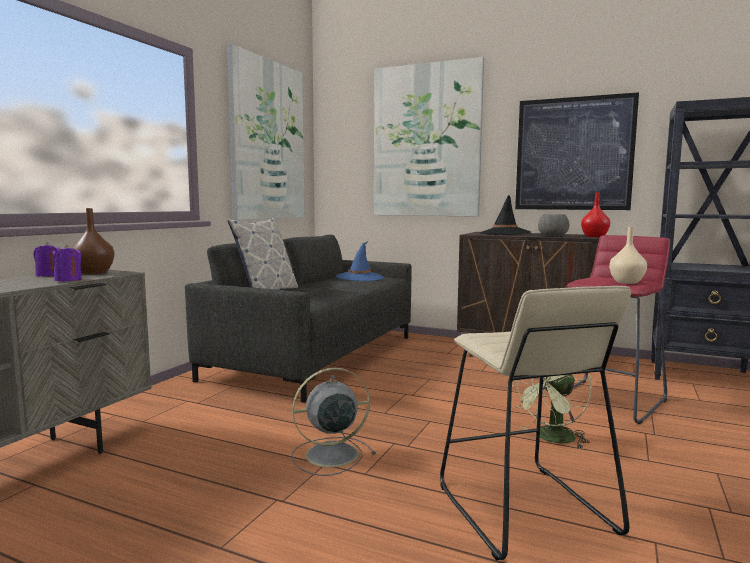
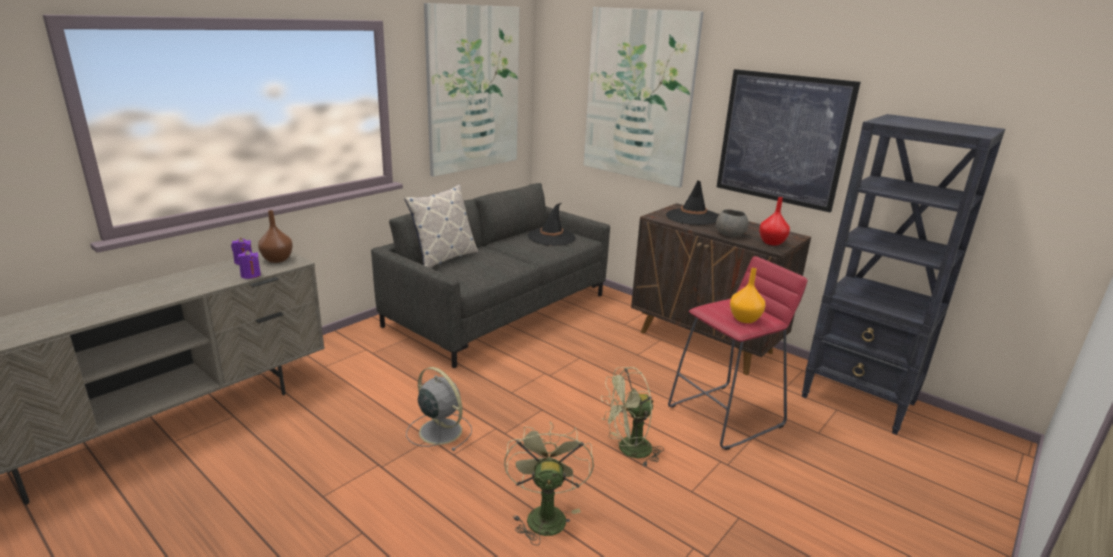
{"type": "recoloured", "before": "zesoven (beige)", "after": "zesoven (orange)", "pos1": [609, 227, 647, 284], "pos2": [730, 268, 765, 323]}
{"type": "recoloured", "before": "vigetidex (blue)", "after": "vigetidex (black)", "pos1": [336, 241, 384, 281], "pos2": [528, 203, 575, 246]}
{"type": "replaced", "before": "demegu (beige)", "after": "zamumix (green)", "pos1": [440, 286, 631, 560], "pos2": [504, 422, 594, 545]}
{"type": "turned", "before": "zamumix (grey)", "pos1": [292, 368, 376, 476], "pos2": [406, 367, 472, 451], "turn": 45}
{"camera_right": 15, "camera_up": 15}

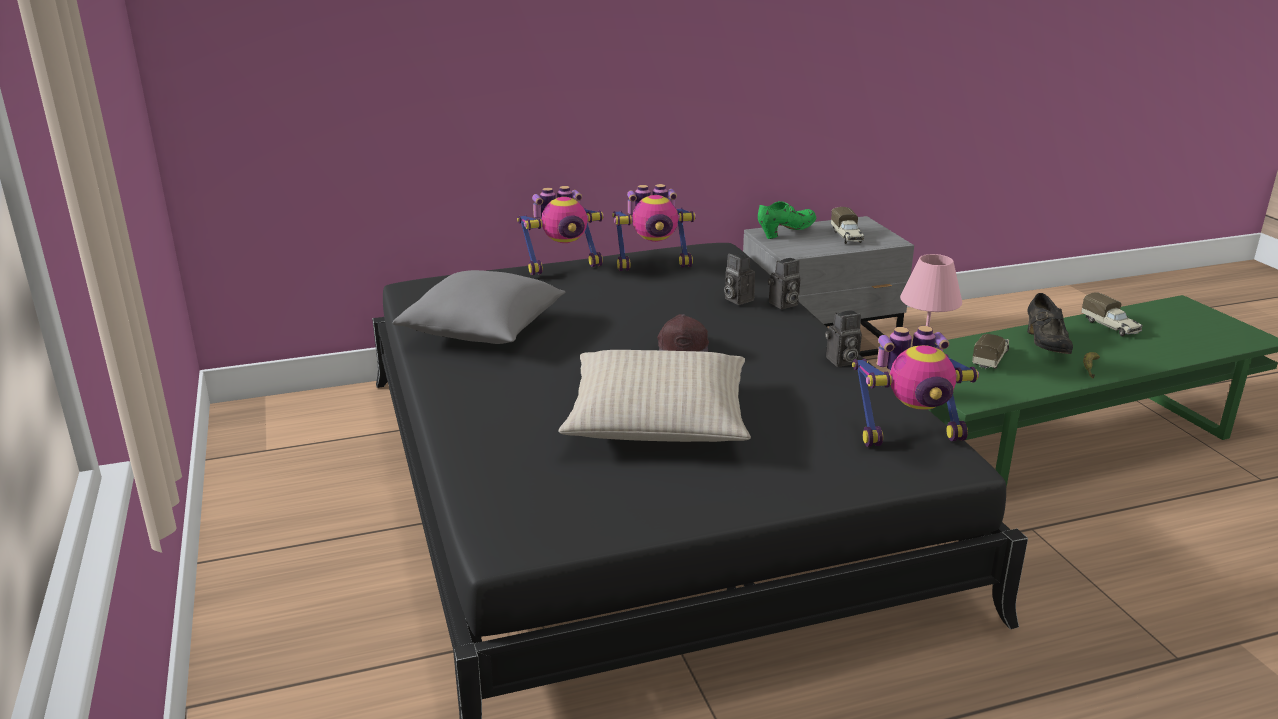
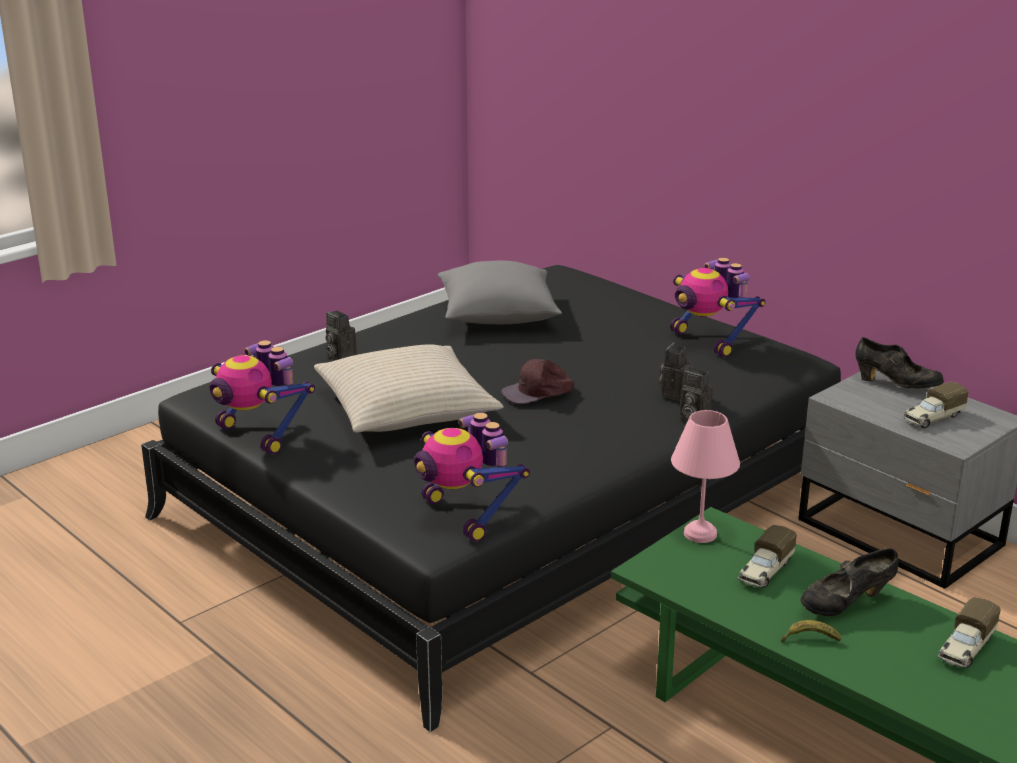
{"type": "moved", "before": "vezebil", "pos1": [517, 186, 604, 275], "pos2": [210, 340, 315, 455]}
{"type": "recoloured", "before": "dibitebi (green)", "after": "dibitebi (black)", "pos1": [758, 201, 816, 239], "pos2": [855, 337, 944, 389]}
{"type": "moved", "before": "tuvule", "pos1": [825, 310, 862, 367], "pos2": [326, 311, 357, 360]}
{"type": "turned", "before": "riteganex", "pos1": [972, 334, 1009, 369], "pos2": [738, 525, 797, 588], "turn": 120}
{"camera_right": 65, "camera_up": 0}

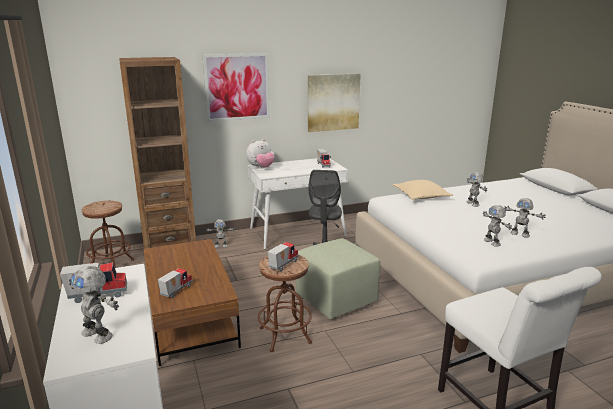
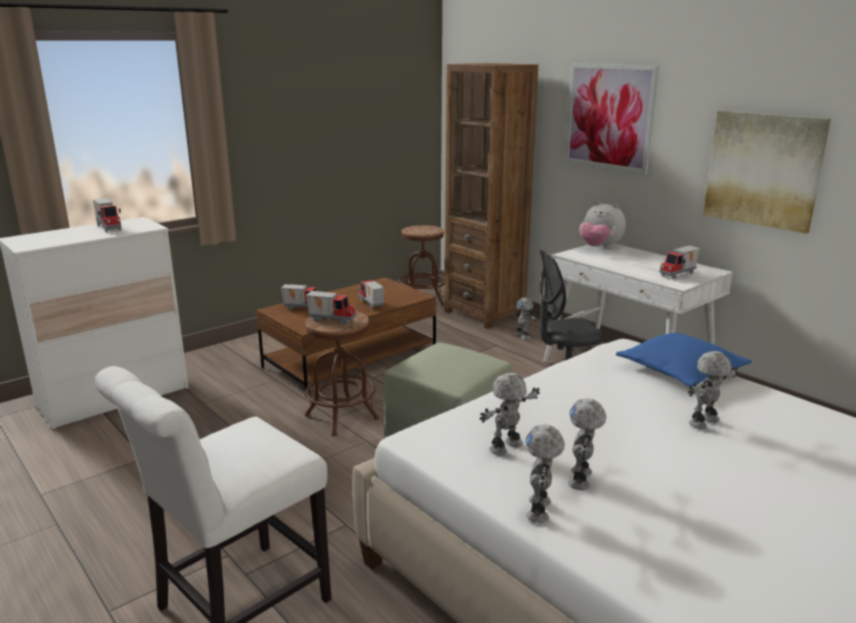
{"type": "recoloured", "before": "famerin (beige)", "after": "famerin (blue)", "pos1": [393, 180, 453, 200], "pos2": [616, 332, 752, 387]}
{"type": "moved", "before": "vezebil", "pos1": [69, 266, 119, 344], "pos2": [526, 424, 565, 523]}
{"type": "added", "after": "riteganex", "pos2": [359, 280, 384, 309]}
{"camera_right": 70, "camera_up": 0}

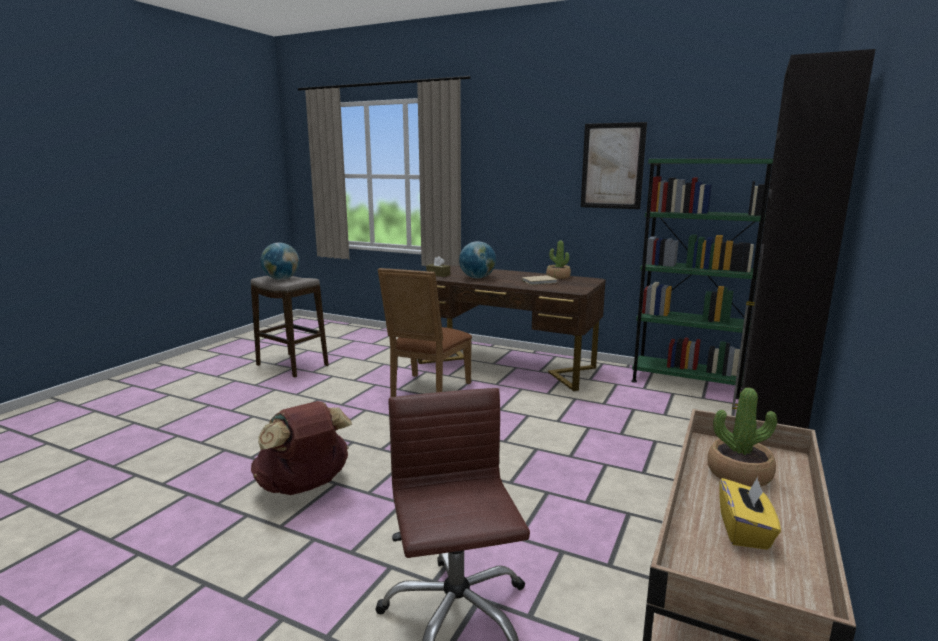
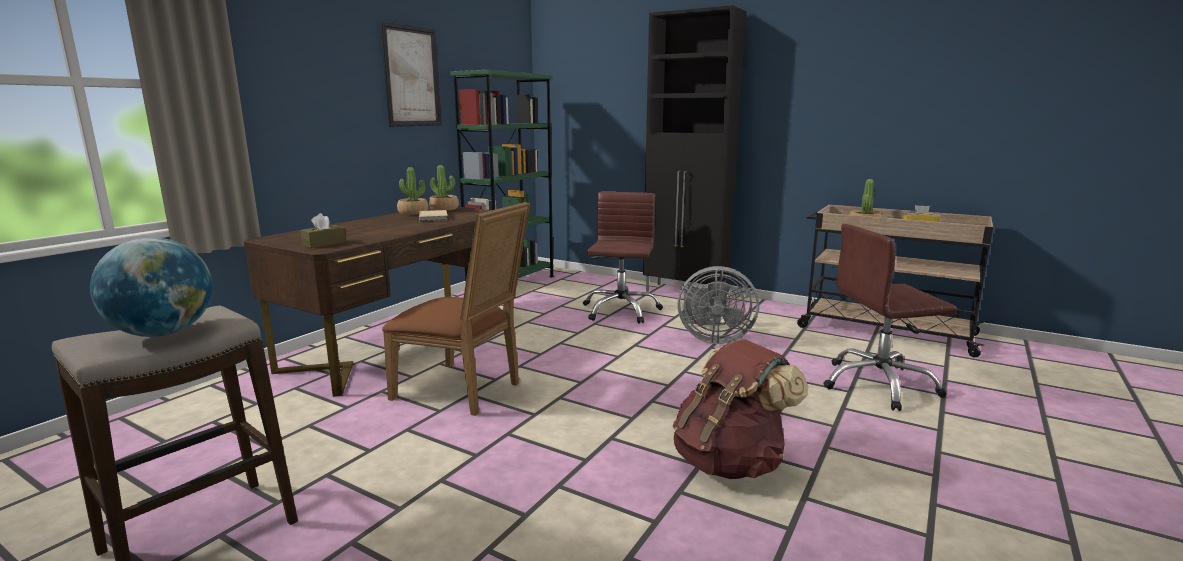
{"type": "removed", "before": "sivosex", "pos1": [459, 241, 496, 278]}
{"type": "added", "after": "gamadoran", "pos2": [429, 165, 459, 211]}
{"type": "added", "after": "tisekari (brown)", "pos2": [583, 192, 663, 324]}
{"type": "added", "after": "zamumix (grey)", "pos2": [678, 266, 759, 344]}
{"camera_right": -85, "camera_up": 0}

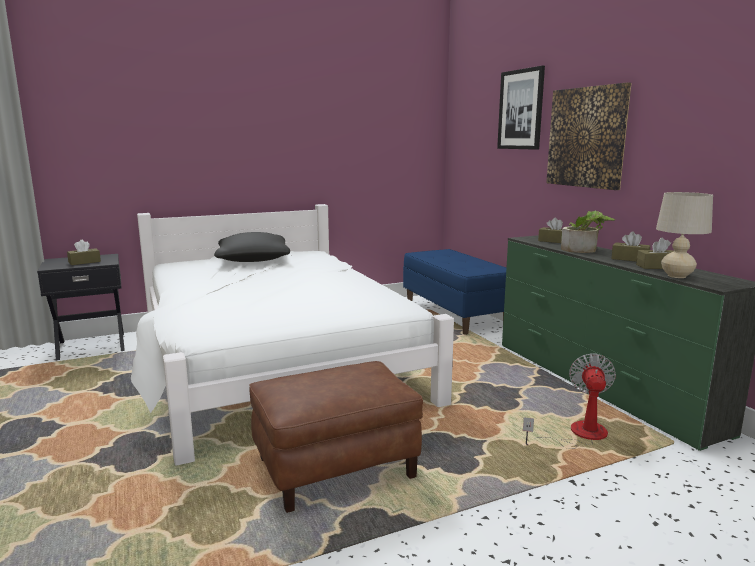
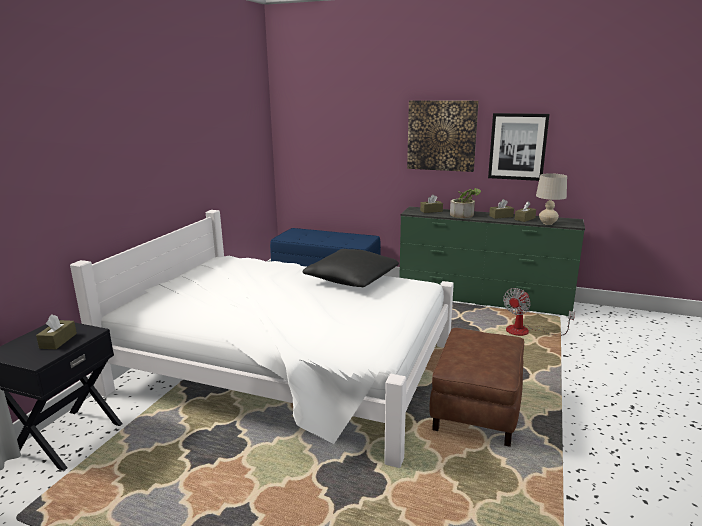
{"type": "moved", "before": "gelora", "pos1": [497, 66, 545, 150], "pos2": [488, 113, 550, 181]}
{"type": "moved", "before": "famerin (black)", "pos1": [214, 232, 290, 262], "pos2": [303, 249, 399, 287]}
{"type": "turned", "before": "zamumix", "pos1": [523, 353, 616, 449], "pos2": [503, 288, 575, 336], "turn": -105}
{"camera_right": -45, "camera_up": 5}

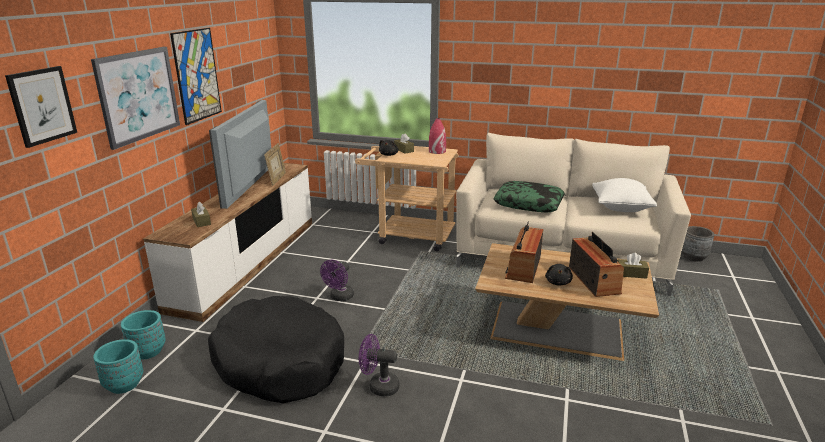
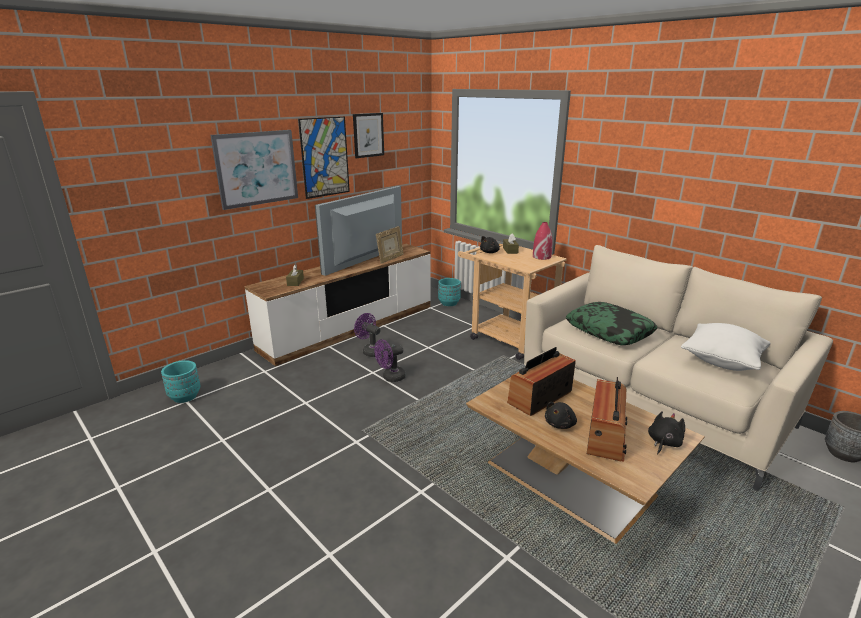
{"type": "moved", "before": "gelora", "pos1": [5, 66, 77, 148], "pos2": [353, 113, 384, 158]}
{"type": "replaced", "before": "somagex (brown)", "after": "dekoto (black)", "pos1": [618, 253, 649, 279], "pos2": [648, 411, 685, 454]}
{"type": "removed", "before": "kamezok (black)", "pos1": [208, 296, 344, 404]}
{"type": "moved", "before": "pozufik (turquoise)", "pos1": [121, 310, 166, 359], "pos2": [438, 278, 461, 306]}
{"type": "moved", "before": "zamumix (purple)", "pos1": [359, 334, 400, 396], "pos2": [354, 313, 381, 357]}
{"camera_right": 30, "camera_up": 0}

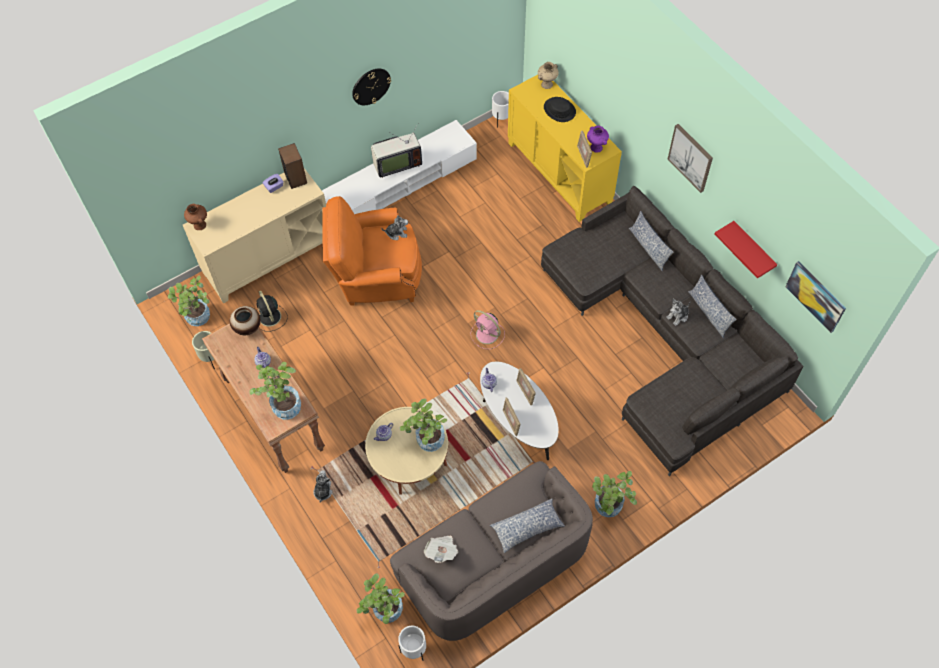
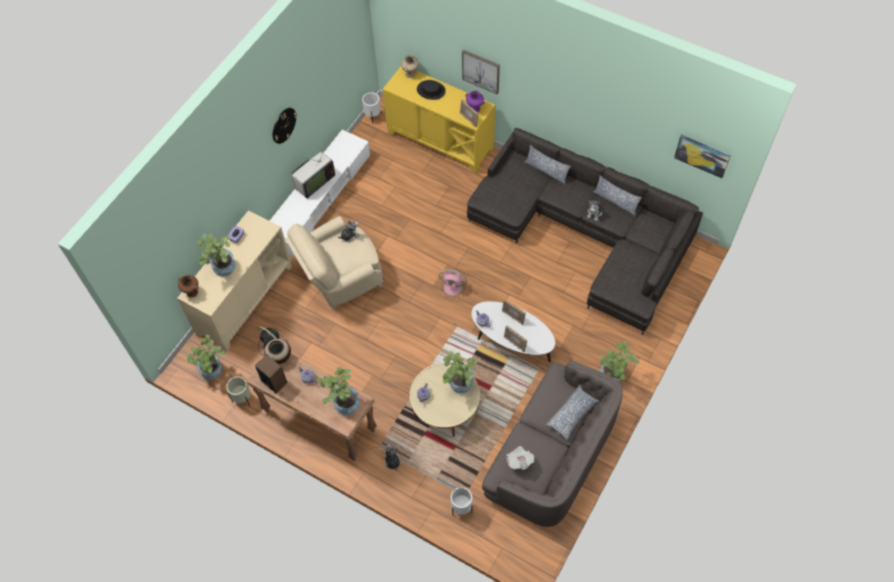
{"type": "moved", "before": "gelora", "pos1": [668, 124, 713, 193], "pos2": [462, 50, 500, 94]}
{"type": "moved", "before": "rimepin", "pos1": [278, 143, 307, 189], "pos2": [255, 354, 288, 393]}
{"type": "recoloured", "before": "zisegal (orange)", "after": "zisegal (beige)", "pos1": [322, 196, 422, 306], "pos2": [285, 216, 384, 310]}
{"type": "removed", "before": "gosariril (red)", "pos1": [714, 221, 777, 279]}
{"type": "moved", "before": "gamadoran", "pos1": [356, 573, 405, 624], "pos2": [197, 233, 236, 277]}
{"type": "moved", "before": "pozufik (white)", "pos1": [398, 626, 426, 661], "pos2": [451, 487, 472, 515]}
{"camera_right": -25, "camera_up": 0}

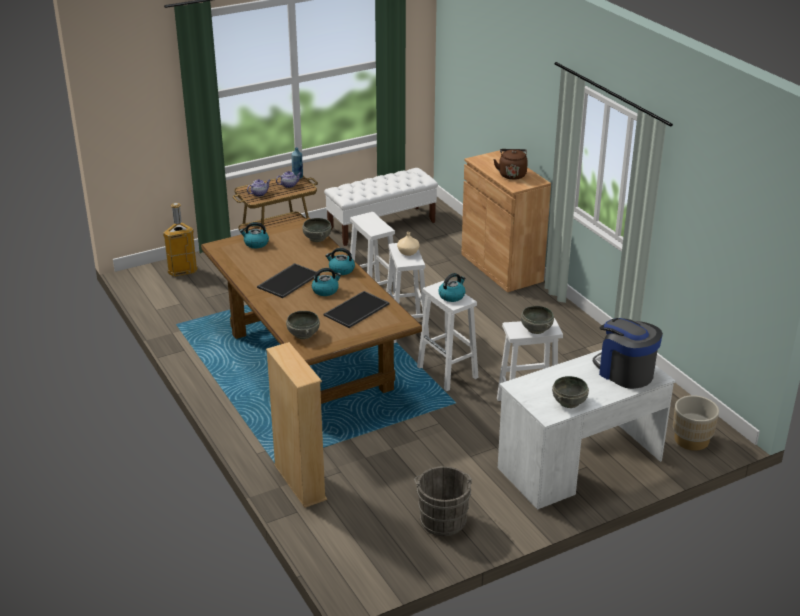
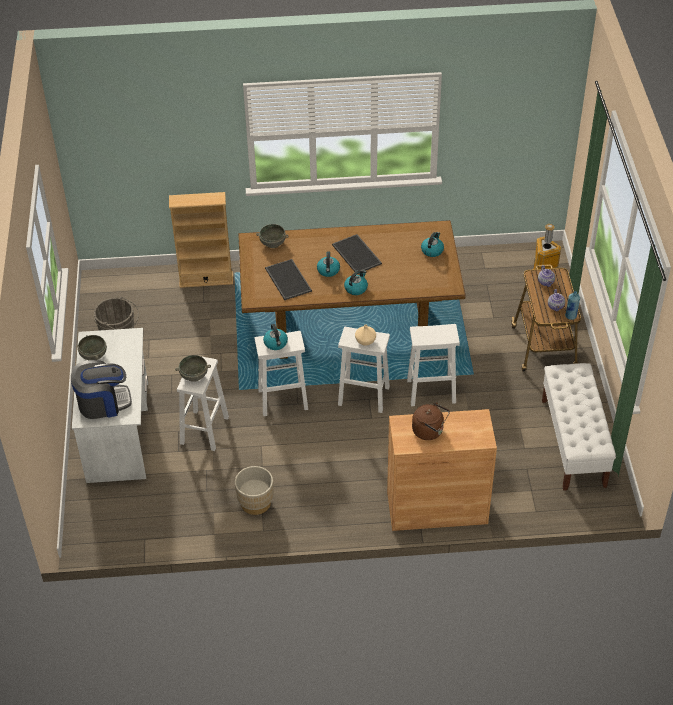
{"type": "removed", "before": "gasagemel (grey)", "pos1": [302, 218, 332, 242]}
{"type": "moved", "before": "pozufik (beige)", "pos1": [673, 395, 719, 451], "pos2": [235, 466, 273, 515]}
{"camera_right": 115, "camera_up": 15}

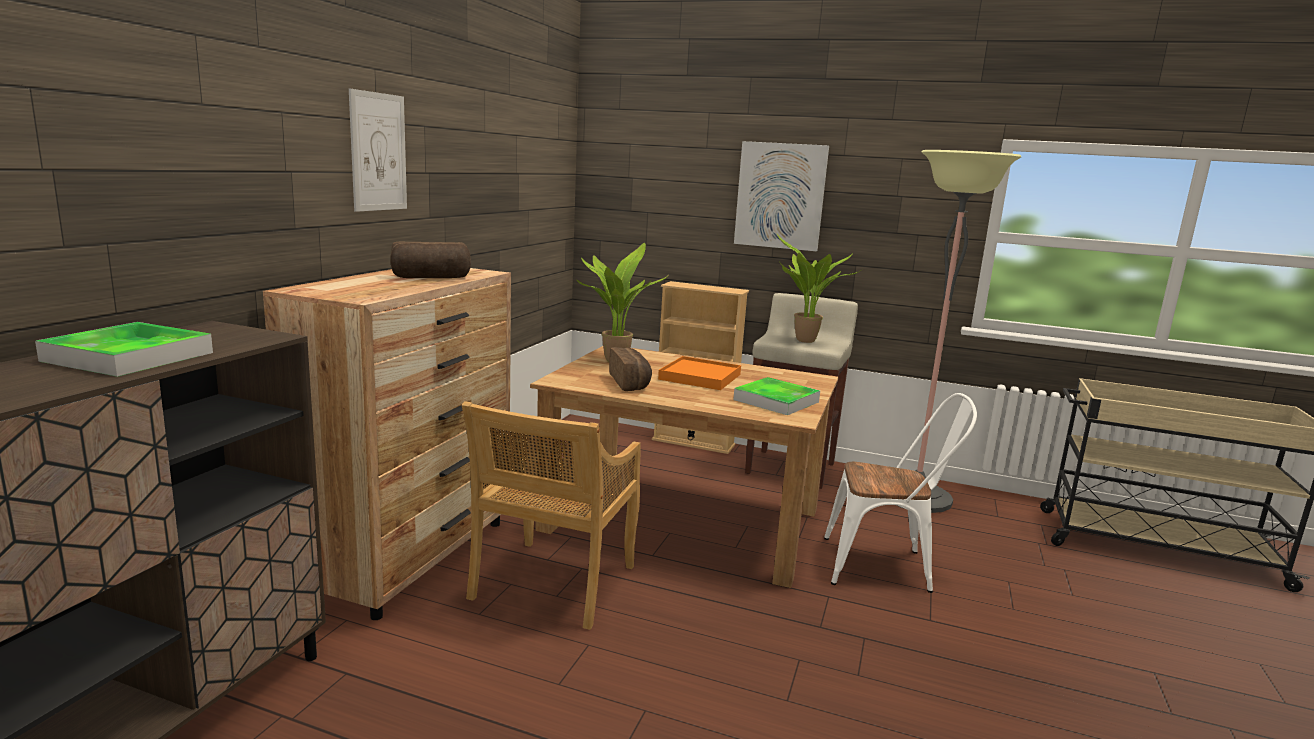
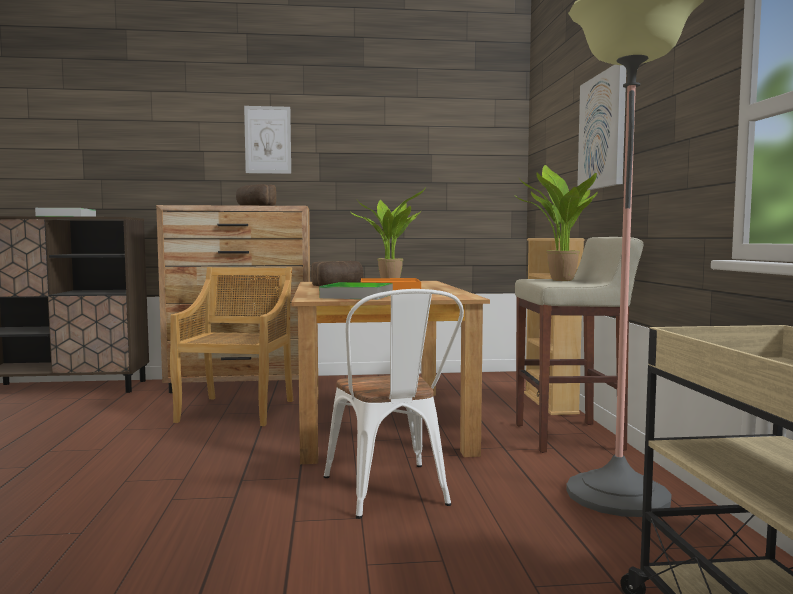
{"type": "turned", "before": "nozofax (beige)", "pos1": [462, 401, 641, 630], "pos2": [170, 267, 293, 426], "turn": 105}
{"camera_right": 65, "camera_up": -10}

